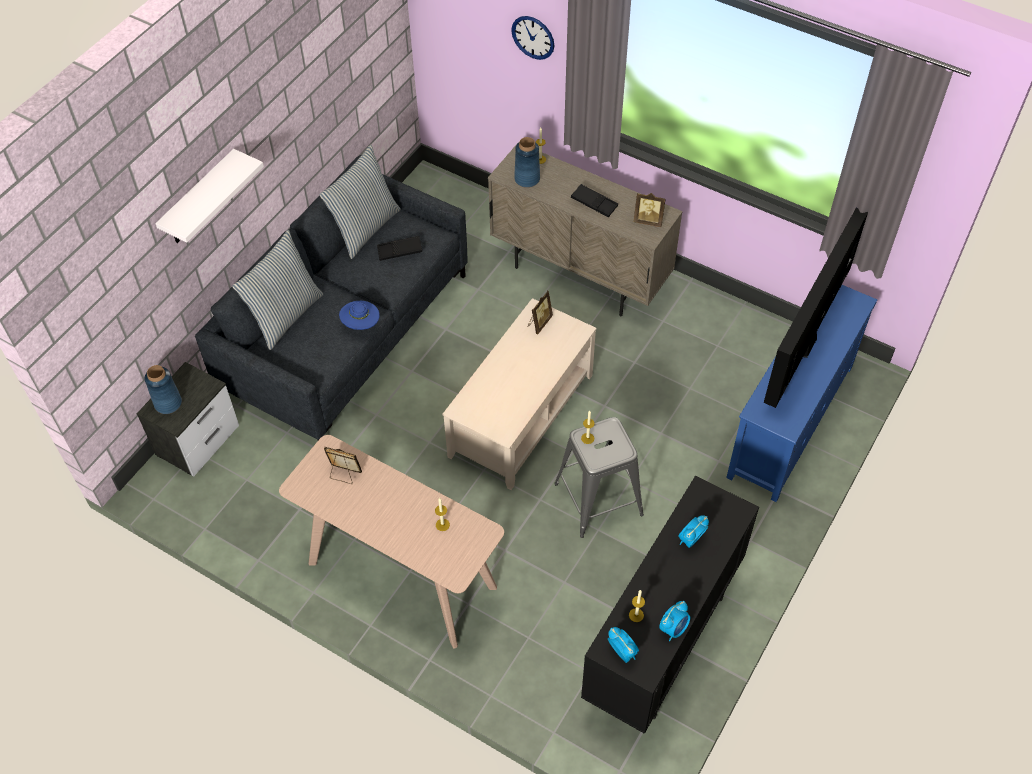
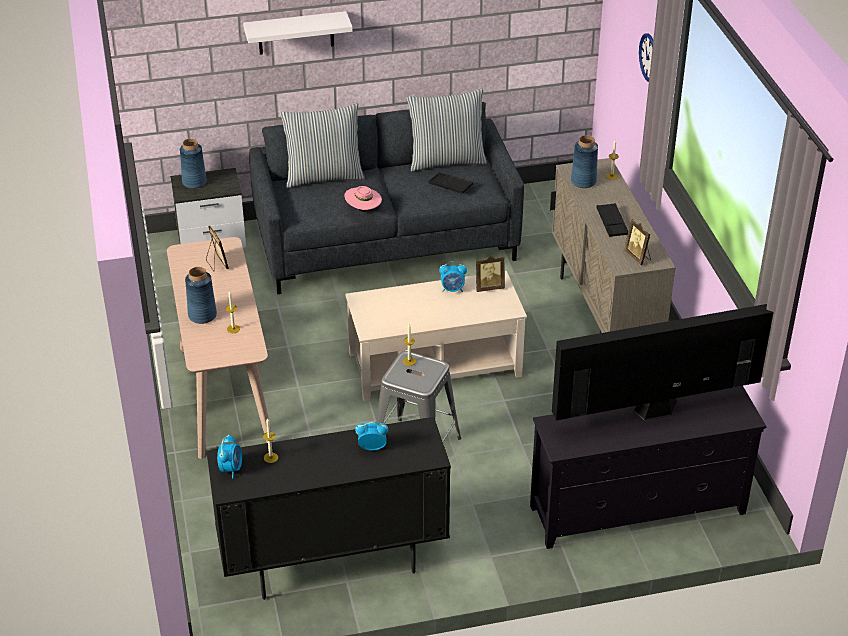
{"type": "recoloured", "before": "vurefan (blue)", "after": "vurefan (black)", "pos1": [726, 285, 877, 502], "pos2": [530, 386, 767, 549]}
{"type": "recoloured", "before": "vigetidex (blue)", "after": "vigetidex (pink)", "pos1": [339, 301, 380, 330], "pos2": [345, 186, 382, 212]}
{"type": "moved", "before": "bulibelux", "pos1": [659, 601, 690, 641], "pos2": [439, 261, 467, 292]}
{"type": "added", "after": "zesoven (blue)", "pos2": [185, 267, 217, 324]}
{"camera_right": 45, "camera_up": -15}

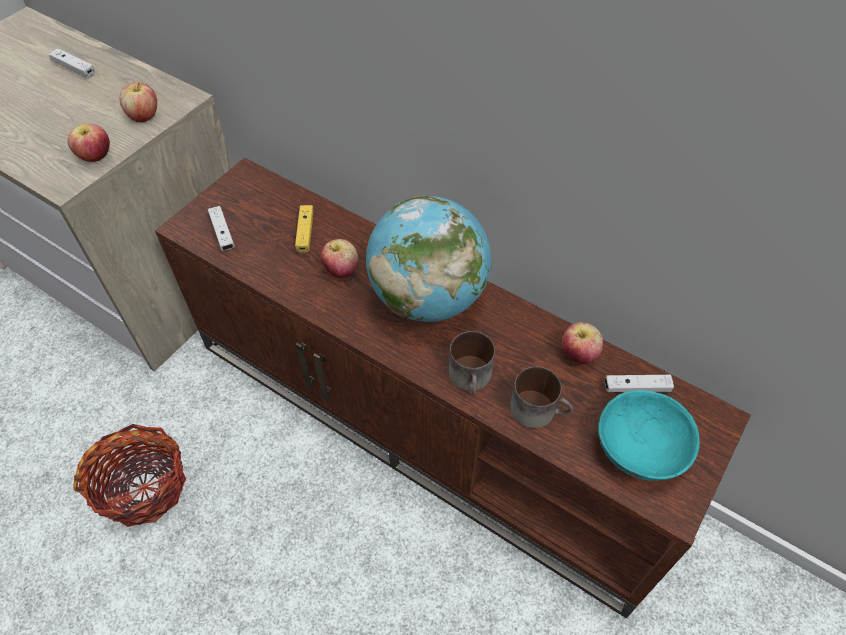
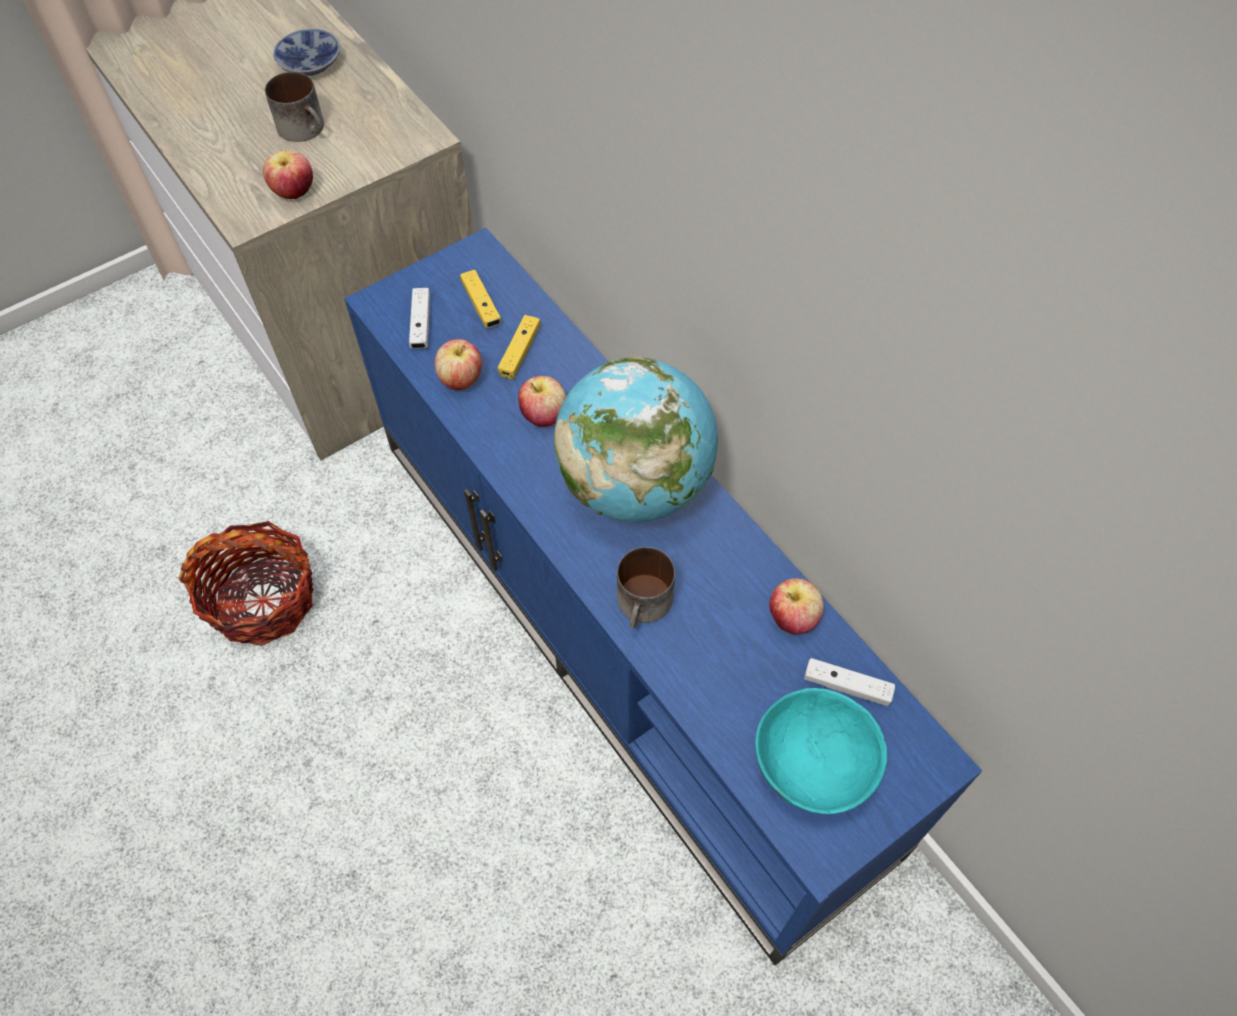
{"type": "replaced", "before": "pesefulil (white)", "after": "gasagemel", "pos1": [49, 48, 95, 78], "pos2": [273, 29, 340, 76]}
{"type": "moved", "before": "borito", "pos1": [120, 82, 157, 122], "pos2": [435, 339, 482, 390]}
{"type": "recoloured", "before": "vurefan (brown)", "after": "vurefan (blue)", "pos1": [155, 158, 751, 618], "pos2": [344, 228, 982, 965]}
{"type": "moved", "before": "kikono", "pos1": [510, 367, 573, 428], "pos2": [265, 72, 324, 142]}
{"type": "added", "after": "pesefulil (yellow)", "pos2": [460, 270, 501, 328]}
{"camera_right": 20, "camera_up": 5}

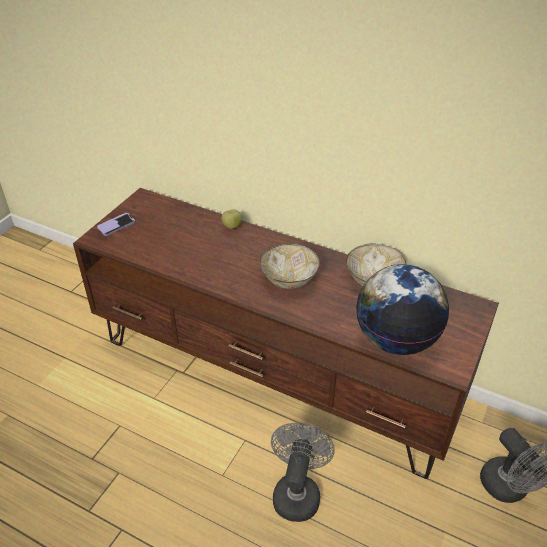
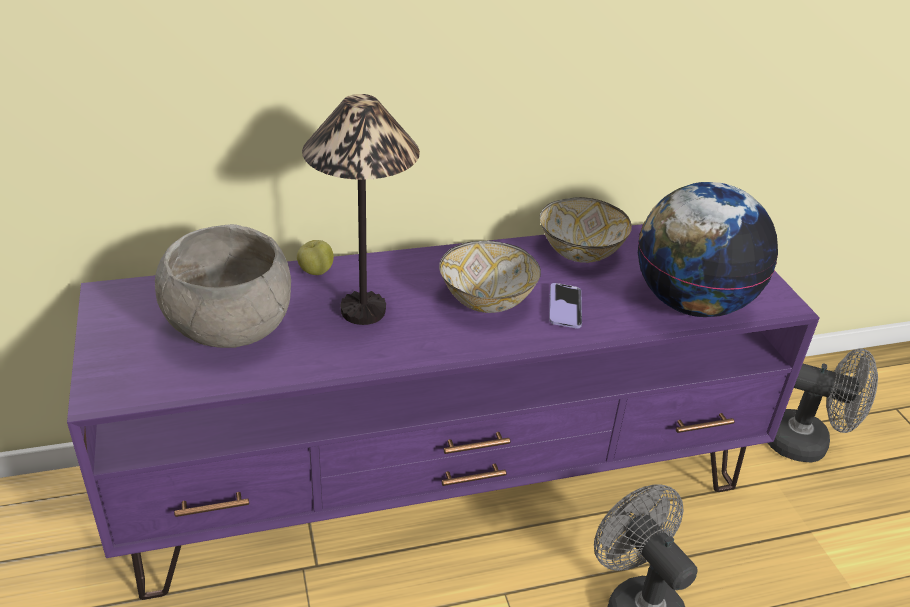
{"type": "recoloured", "before": "vurefan (brown)", "after": "vurefan (purple)", "pos1": [73, 188, 499, 479], "pos2": [67, 224, 820, 600]}
{"type": "moved", "before": "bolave", "pos1": [97, 213, 135, 236], "pos2": [549, 283, 582, 329]}
{"type": "added", "after": "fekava", "pos2": [302, 94, 420, 325]}
{"type": "added", "after": "gasagemel (grey)", "pos2": [155, 224, 291, 348]}
{"camera_right": -45, "camera_up": -5}

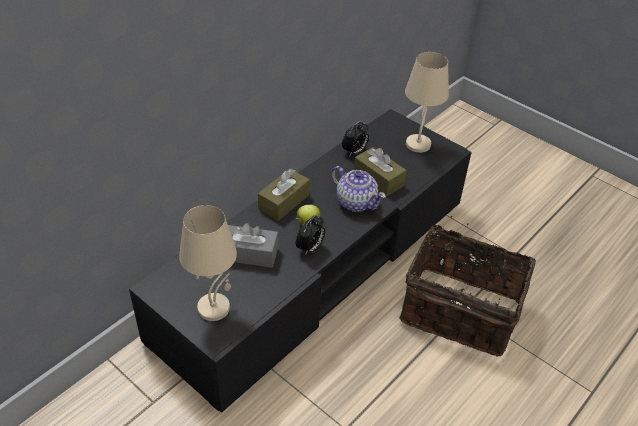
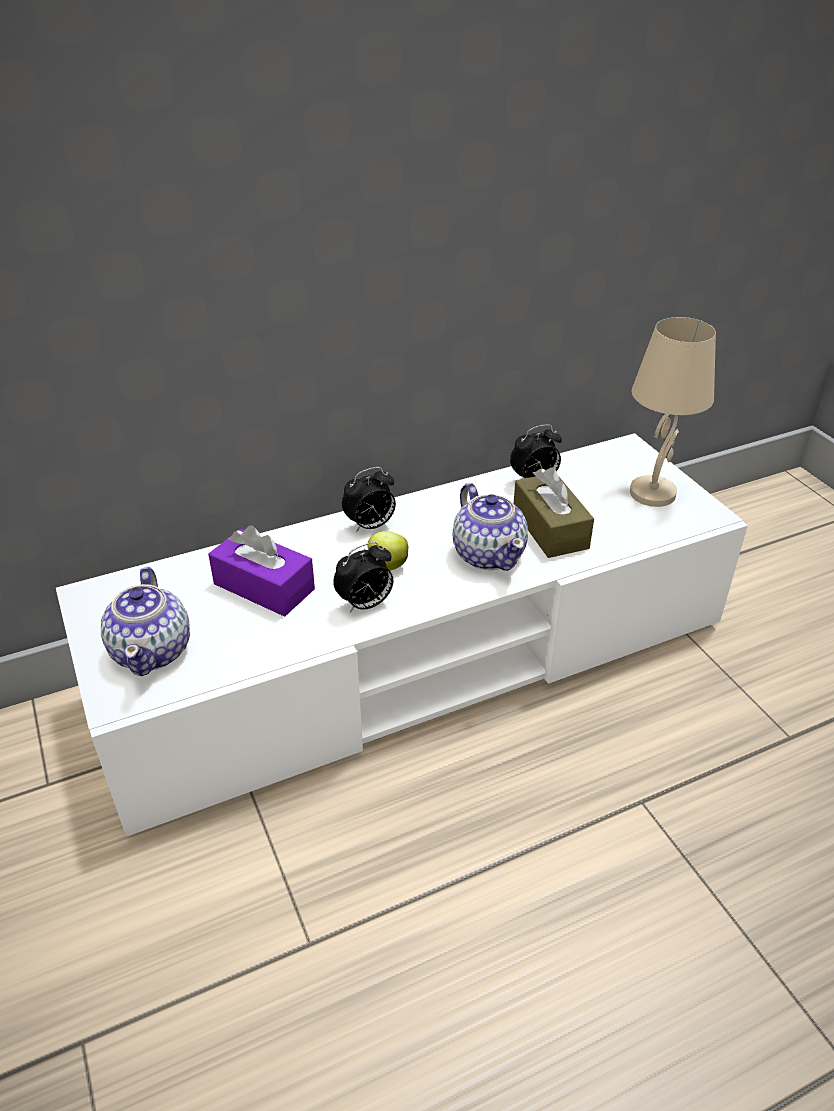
{"type": "recoloured", "before": "vurefan (black)", "after": "vurefan (white)", "pos1": [129, 109, 472, 413], "pos2": [56, 433, 748, 837]}
{"type": "replaced", "before": "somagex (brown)", "after": "bulibelux", "pos1": [258, 169, 310, 221], "pos2": [342, 467, 396, 533]}
{"type": "replaced", "before": "fekava (beige)", "after": "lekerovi", "pos1": [179, 205, 237, 321], "pos2": [101, 567, 190, 676]}
{"type": "removed", "before": "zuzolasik", "pos1": [399, 216, 536, 356]}
{"type": "recoloured", "before": "somagex (grey)", "after": "somagex (purple)", "pos1": [228, 223, 278, 268], "pos2": [208, 526, 315, 616]}
{"camera_right": 25, "camera_up": -5}

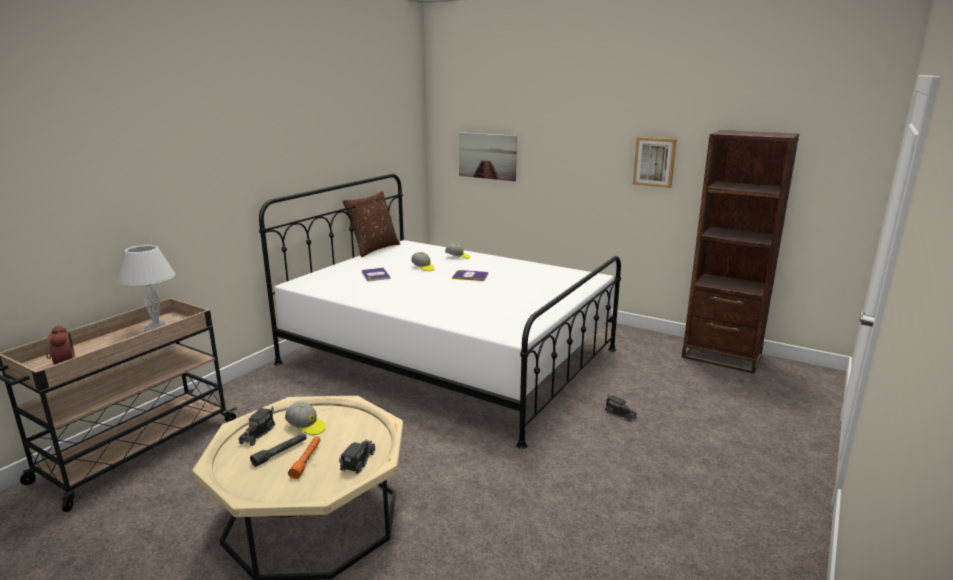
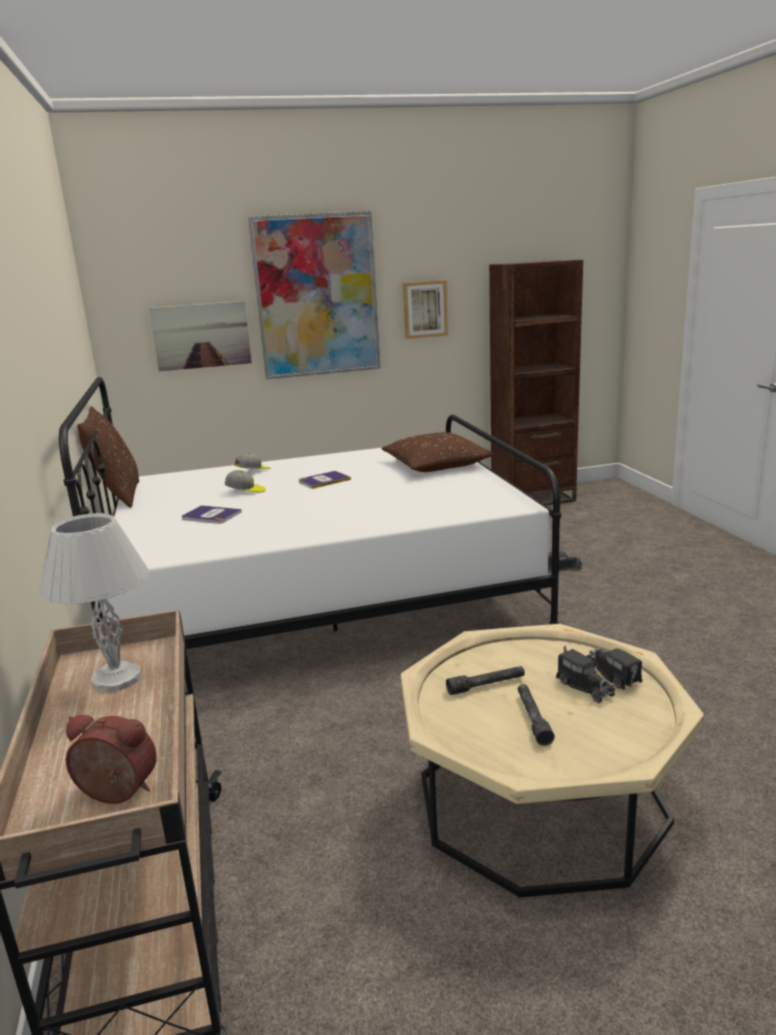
{"type": "replaced", "before": "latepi", "after": "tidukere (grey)", "pos1": [285, 402, 325, 435], "pos2": [446, 666, 525, 695]}
{"type": "moved", "before": "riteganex", "pos1": [238, 406, 275, 446], "pos2": [556, 646, 615, 703]}
{"type": "removed", "before": "tidukere (orange)", "pos1": [288, 437, 320, 479]}
{"type": "added", "after": "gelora", "pos2": [248, 211, 381, 380]}
{"type": "added", "after": "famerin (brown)", "pos2": [382, 432, 494, 472]}
{"camera_right": -45, "camera_up": 0}

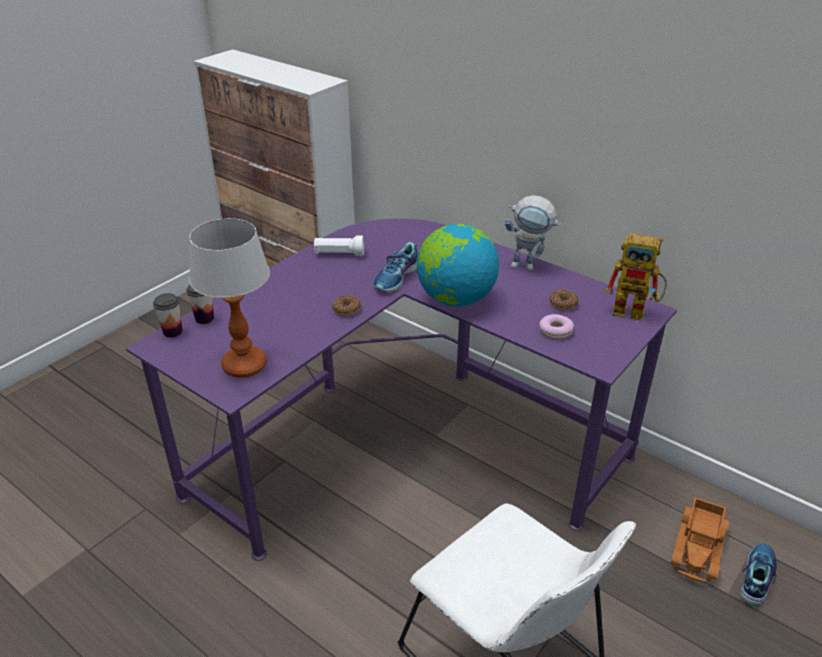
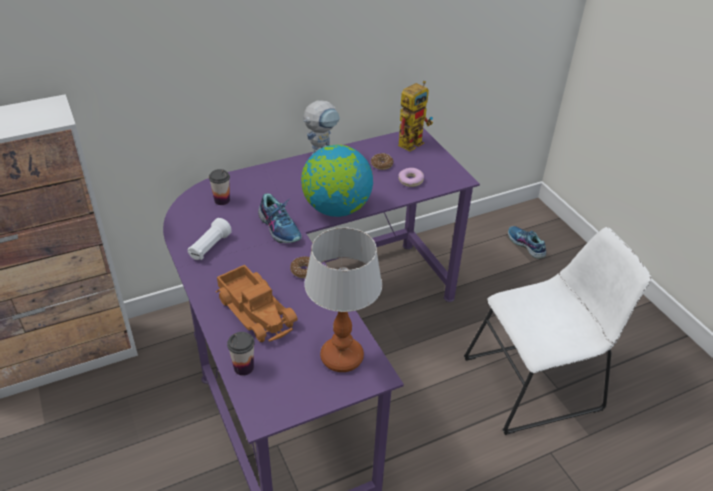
{"type": "moved", "before": "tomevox", "pos1": [153, 293, 183, 338], "pos2": [209, 169, 230, 205]}
{"type": "moved", "before": "riteganex", "pos1": [671, 497, 729, 582], "pos2": [216, 265, 298, 342]}
{"camera_right": -65, "camera_up": 5}

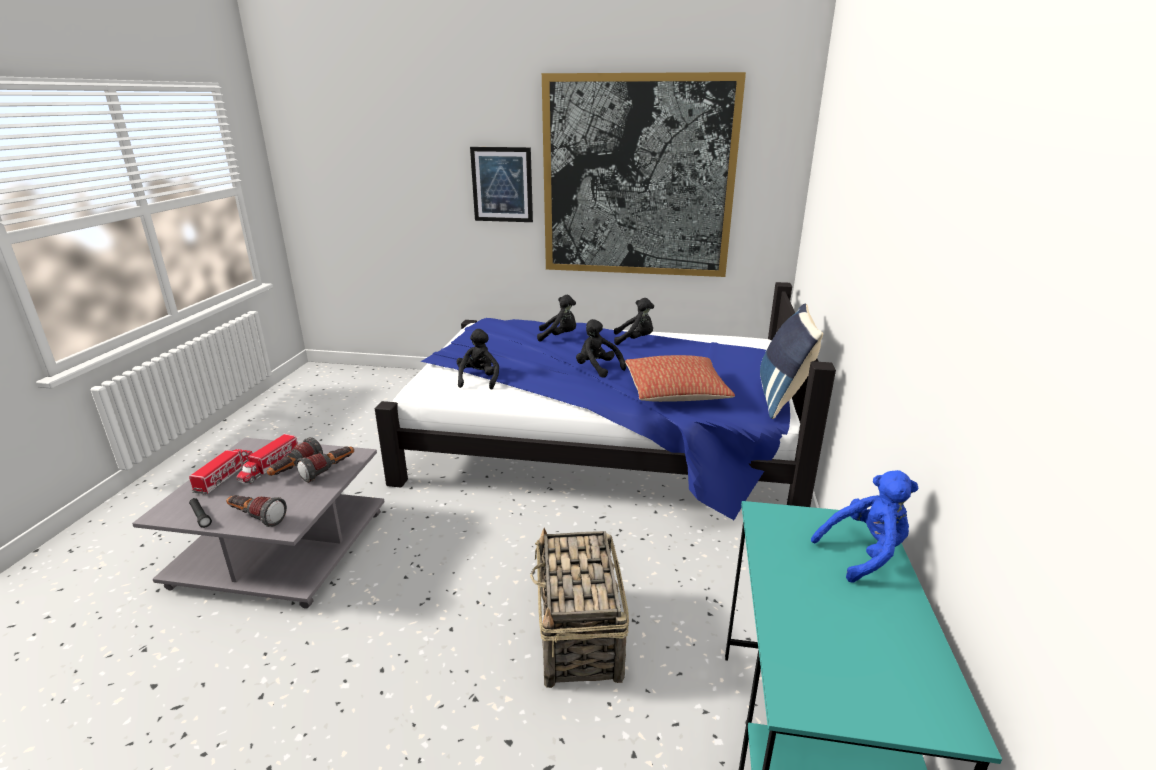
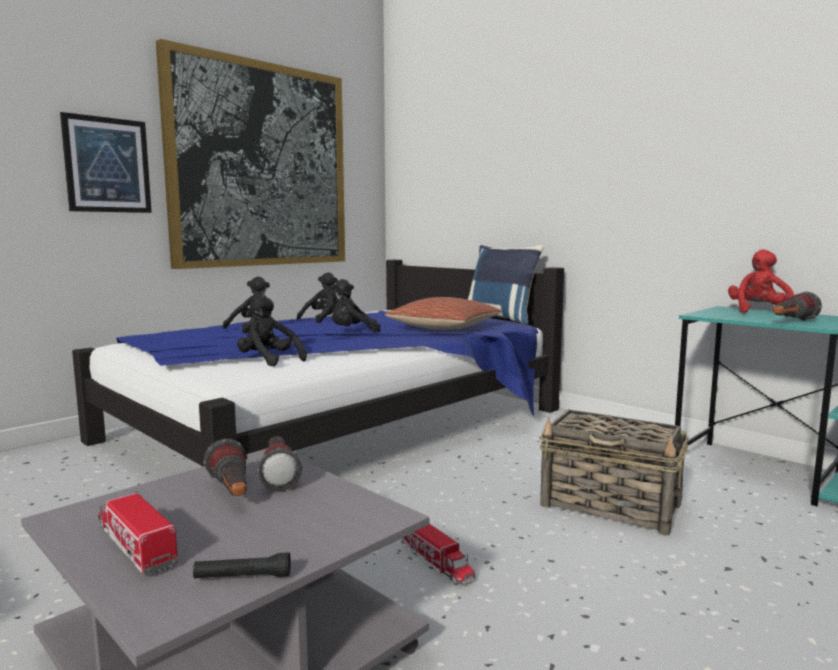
{"type": "moved", "before": "riteganex", "pos1": [237, 434, 298, 484], "pos2": [402, 524, 475, 585]}
{"type": "recoloured", "before": "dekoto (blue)", "after": "dekoto (red)", "pos1": [811, 470, 919, 583], "pos2": [728, 249, 794, 317]}
{"type": "moved", "before": "tidukere", "pos1": [226, 495, 287, 527], "pos2": [773, 291, 822, 321]}
{"camera_right": -55, "camera_up": -15}

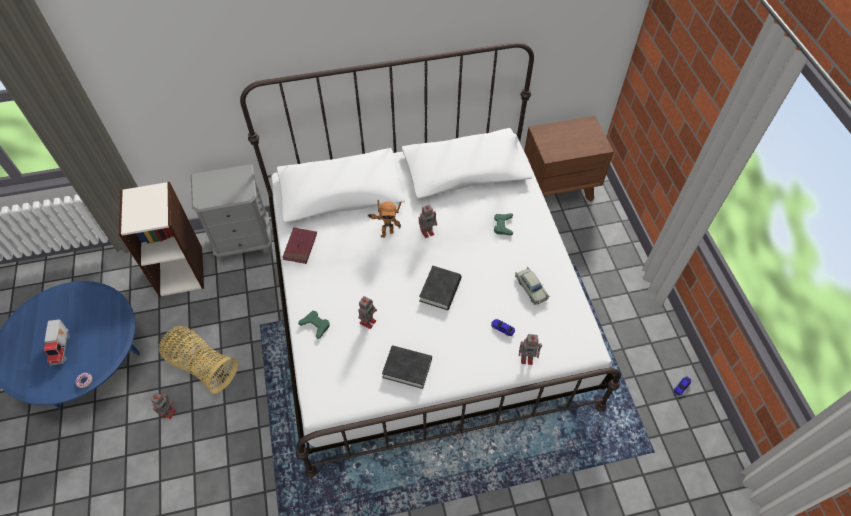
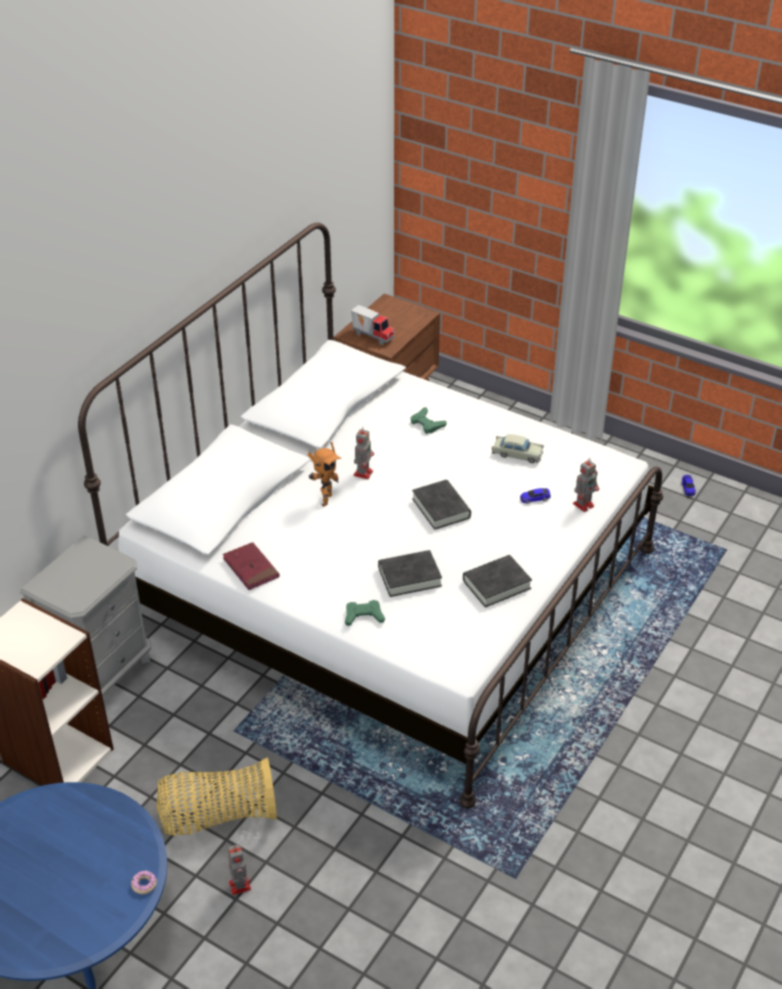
{"type": "replaced", "before": "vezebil", "after": "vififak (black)", "pos1": [358, 296, 377, 329], "pos2": [378, 550, 442, 597]}
{"type": "moved", "before": "riteganex", "pos1": [44, 319, 70, 365], "pos2": [351, 305, 395, 345]}
{"camera_right": -45, "camera_up": -15}

